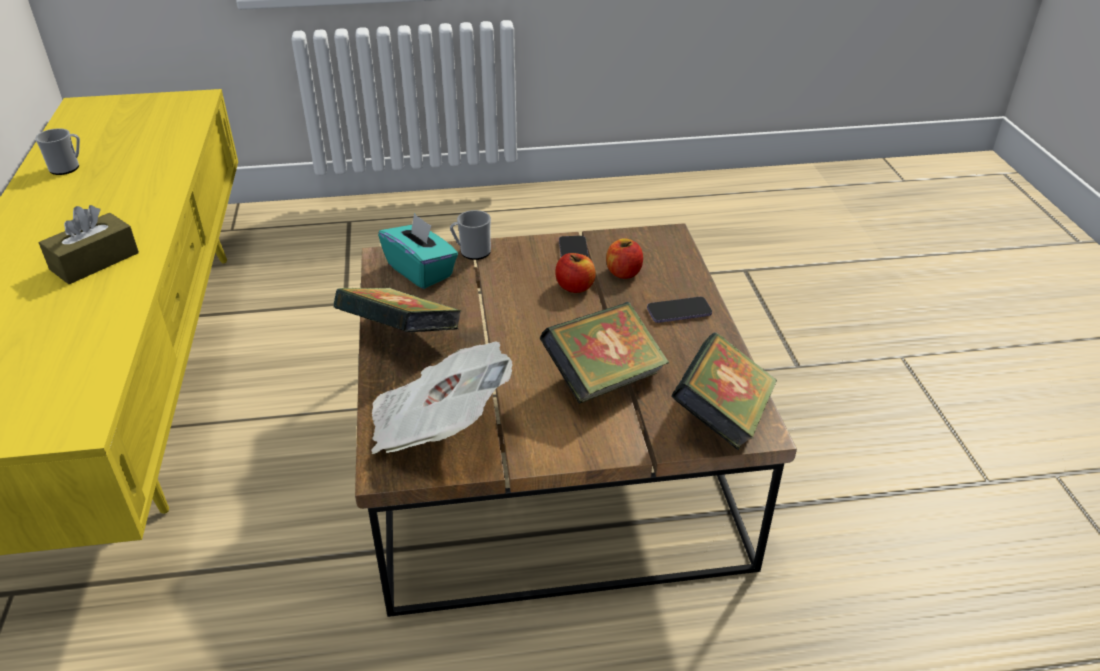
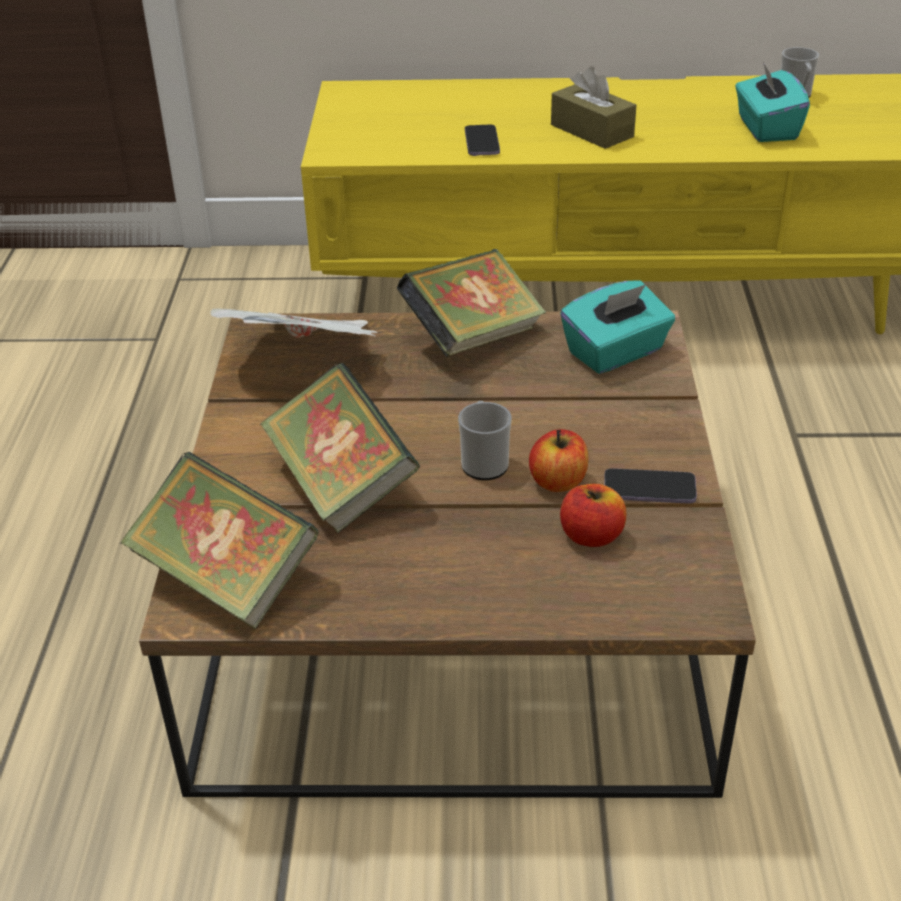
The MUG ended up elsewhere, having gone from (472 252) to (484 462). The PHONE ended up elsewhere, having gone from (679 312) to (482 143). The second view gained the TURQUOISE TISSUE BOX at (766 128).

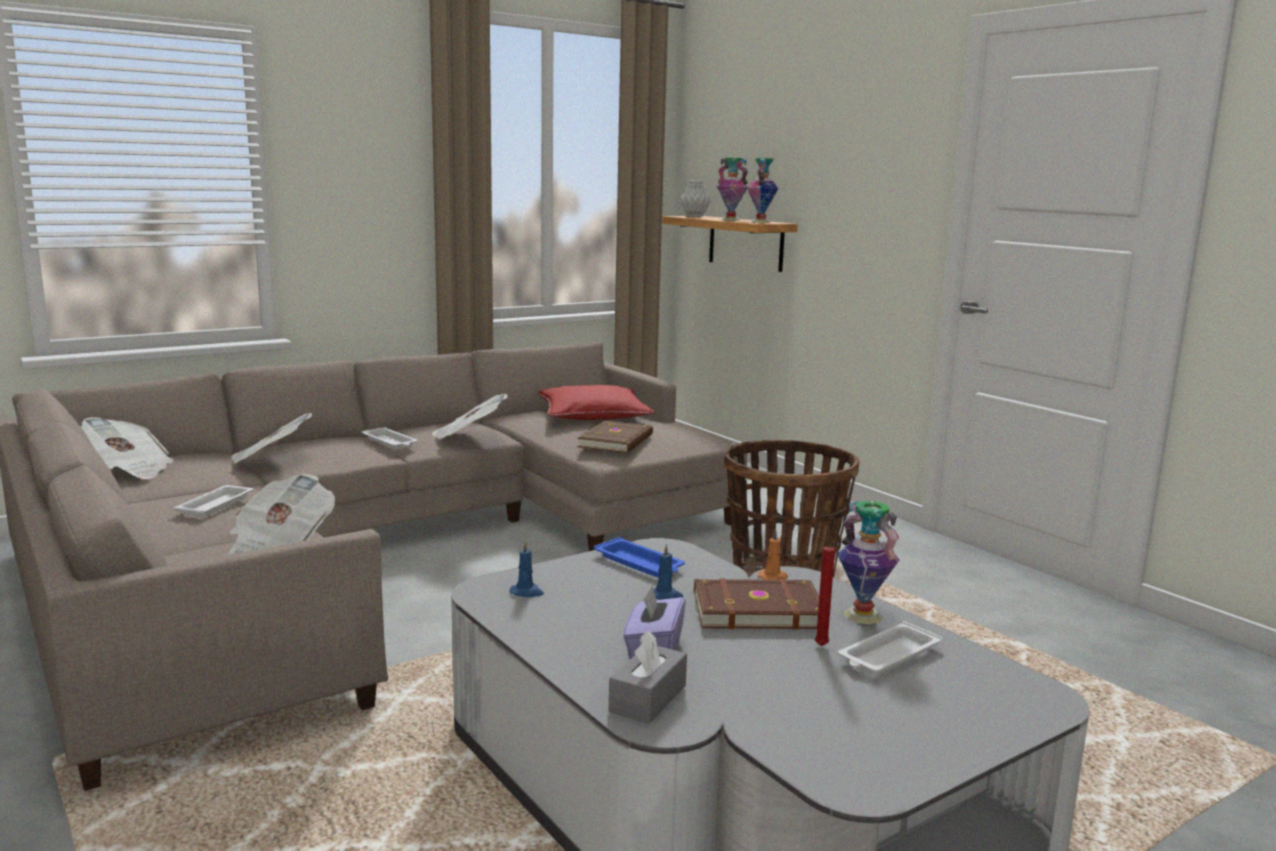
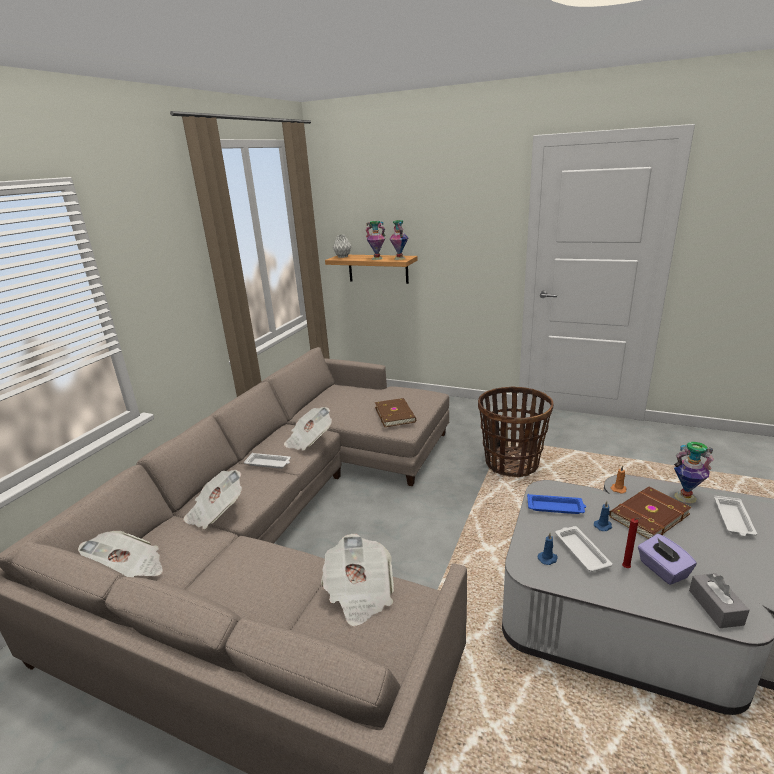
The second view lost the RED PILLOW at (593 414). The WHITE TRAY ended up elsewhere, having gone from (216 505) to (581 551). The RED CANDLE ended up elsewhere, having gone from (821 647) to (627 568).

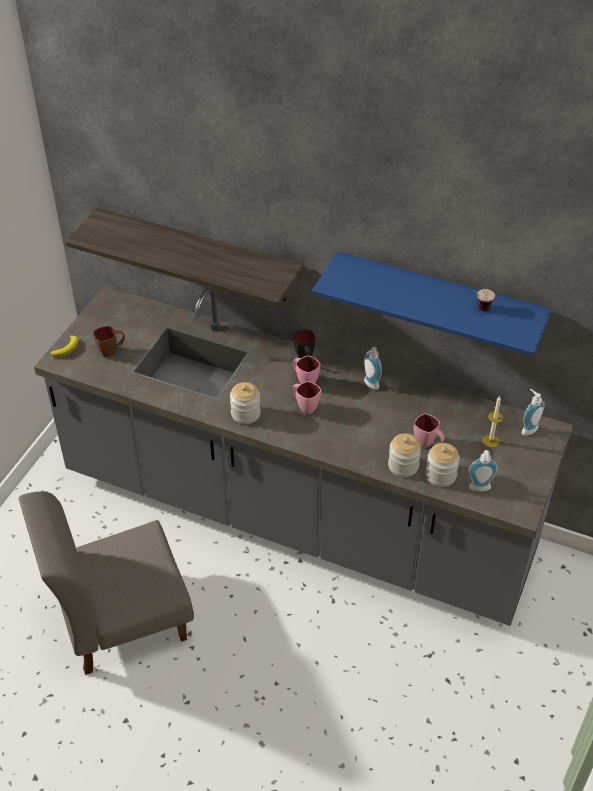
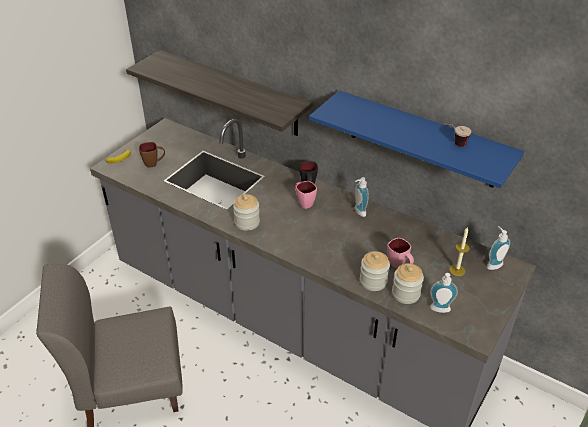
The second view lost the PINK MUG at (304 406).

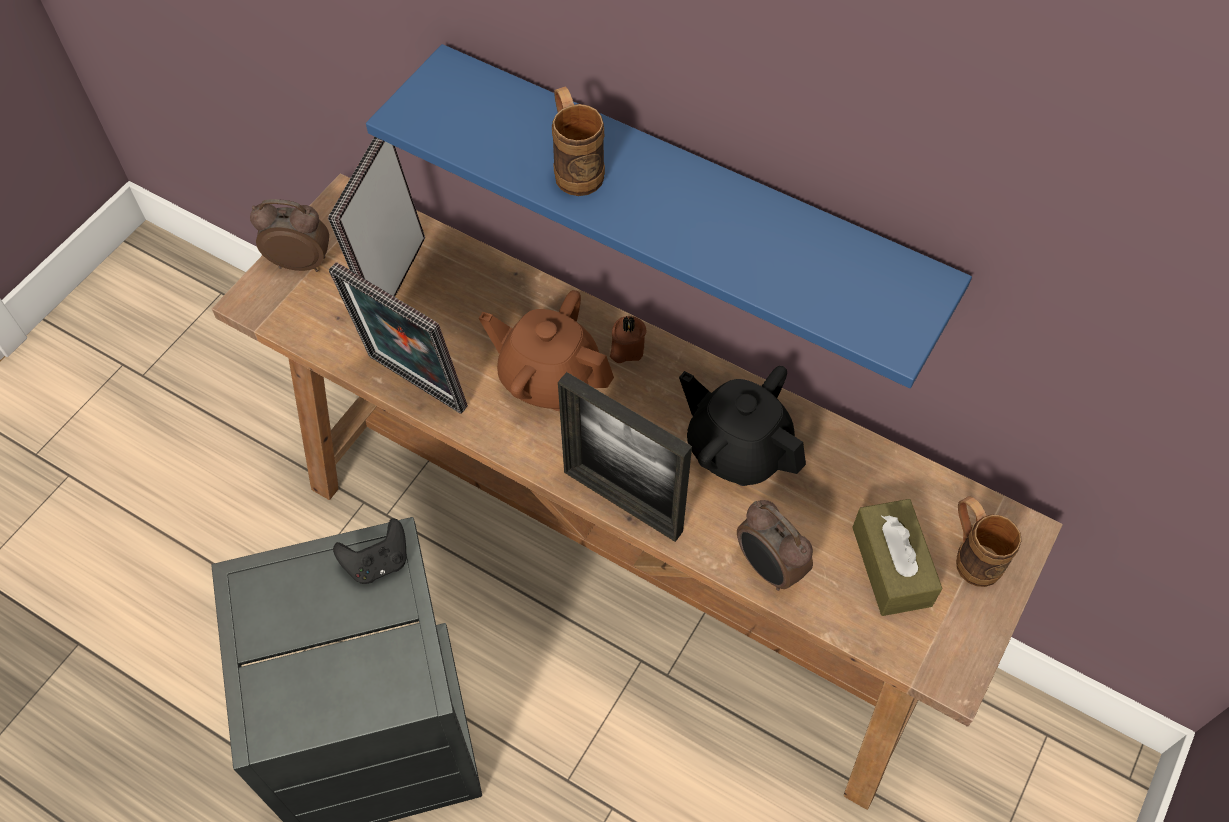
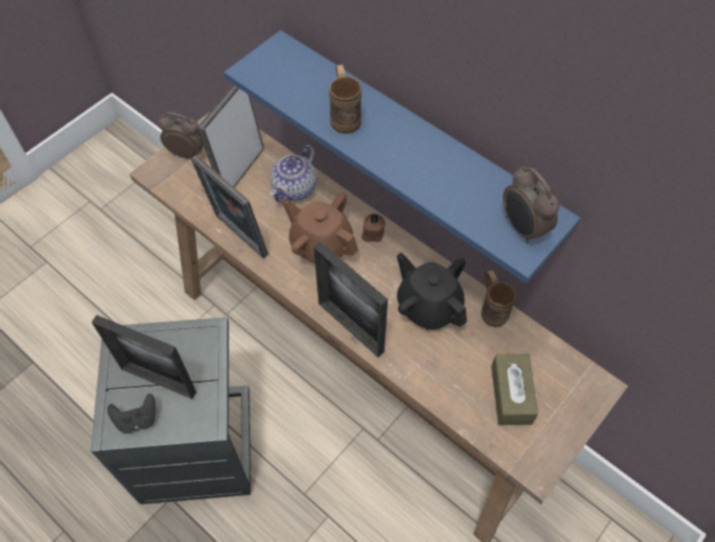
The BROWN MUG ended up elsewhere, having gone from (971 556) to (491 308). The ALARM CLOCK ended up elsewhere, having gone from (768 568) to (522 228). The BLACK GAME CONTROLLER ended up elsewhere, having gone from (377 563) to (137 419). The second view gained the TEAPOT at (295 189). The second view gained the PICTURE FRAME at (158 380).

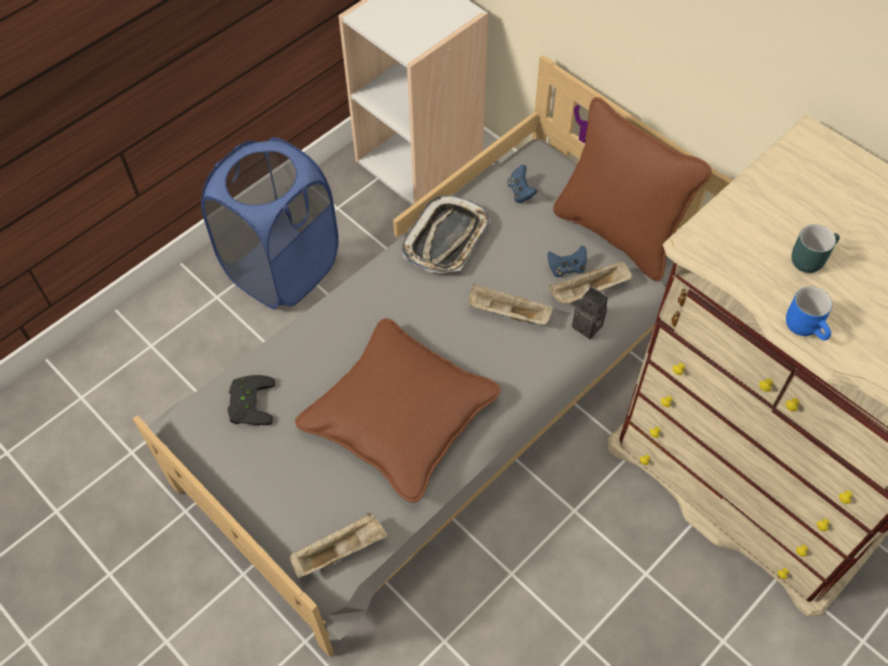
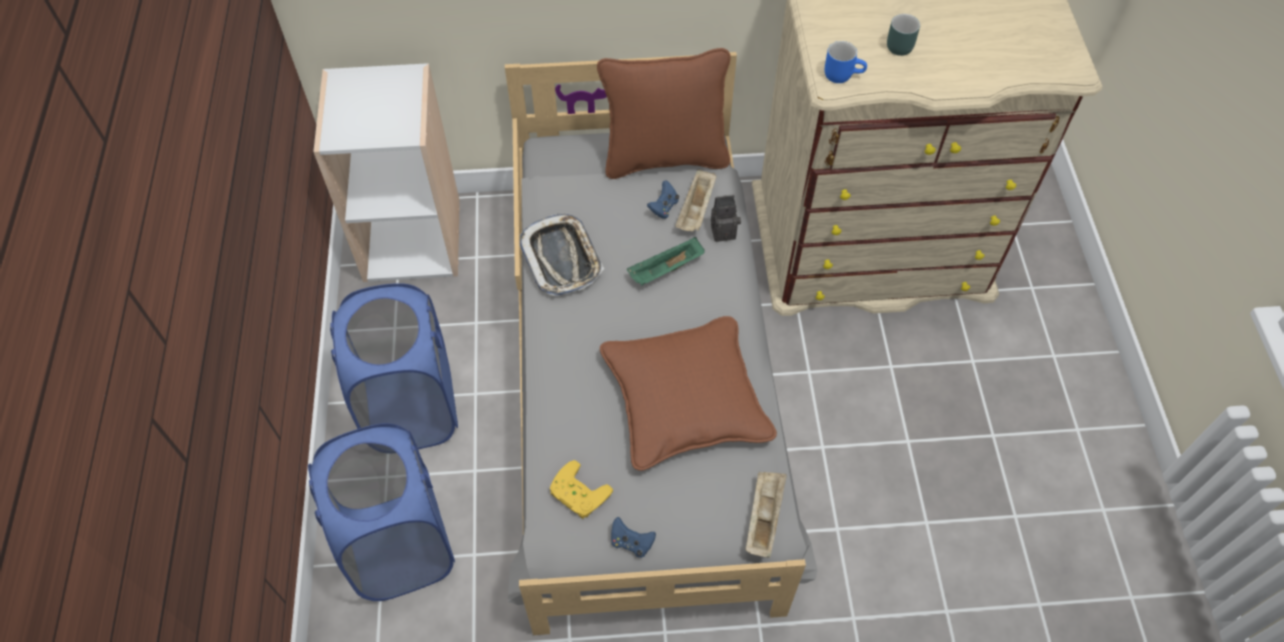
The BLUE GAME CONTROLLER ended up elsewhere, having gone from (520 192) to (631 543). What was the BEIGE TRAY at (507 313) turned into the GREEN TRAY at (665 270). The BLUE MUG ended up elsewhere, having gone from (807 327) to (842 74). What was the BLACK GAME CONTROLLER at (248 403) turned into the YELLOW GAME CONTROLLER at (576 494). The second view gained the BLUE LAUNDRY BASKET at (400 545).

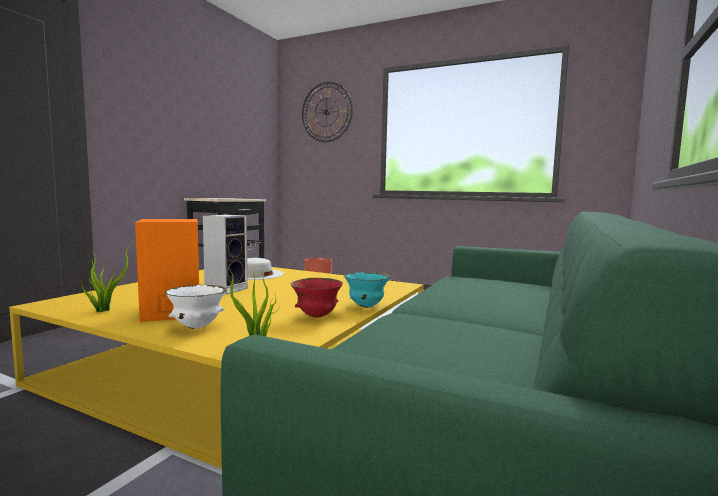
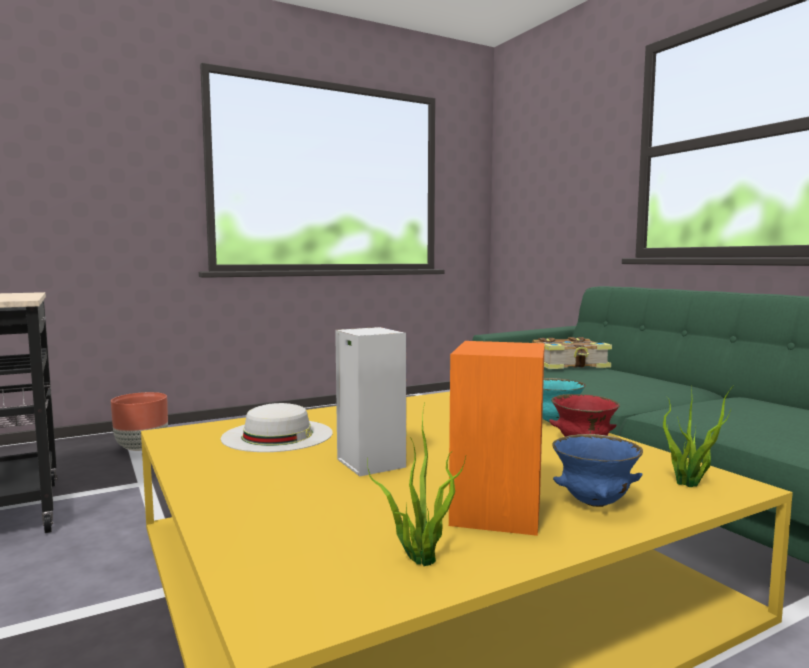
The second view lost the WALL CLOCK at (326 112). What was the WHITE BOWL at (197 327) turned into the BLUE BOWL at (595 503). The second view gained the BOOK at (570 365).

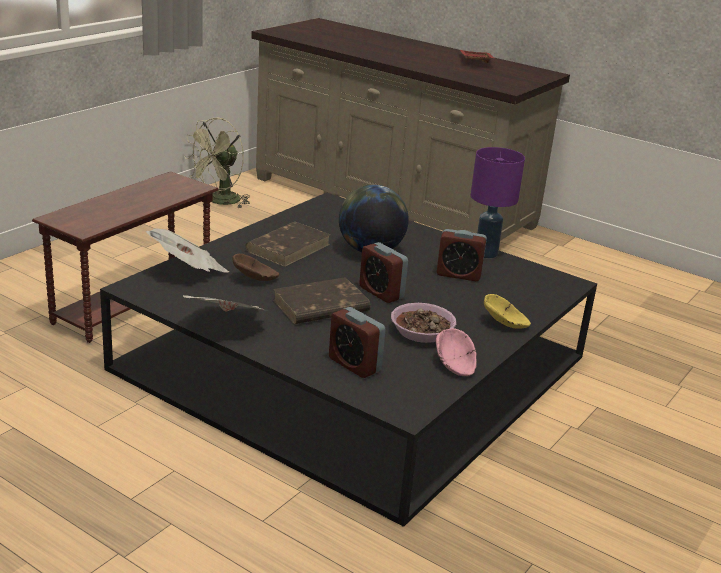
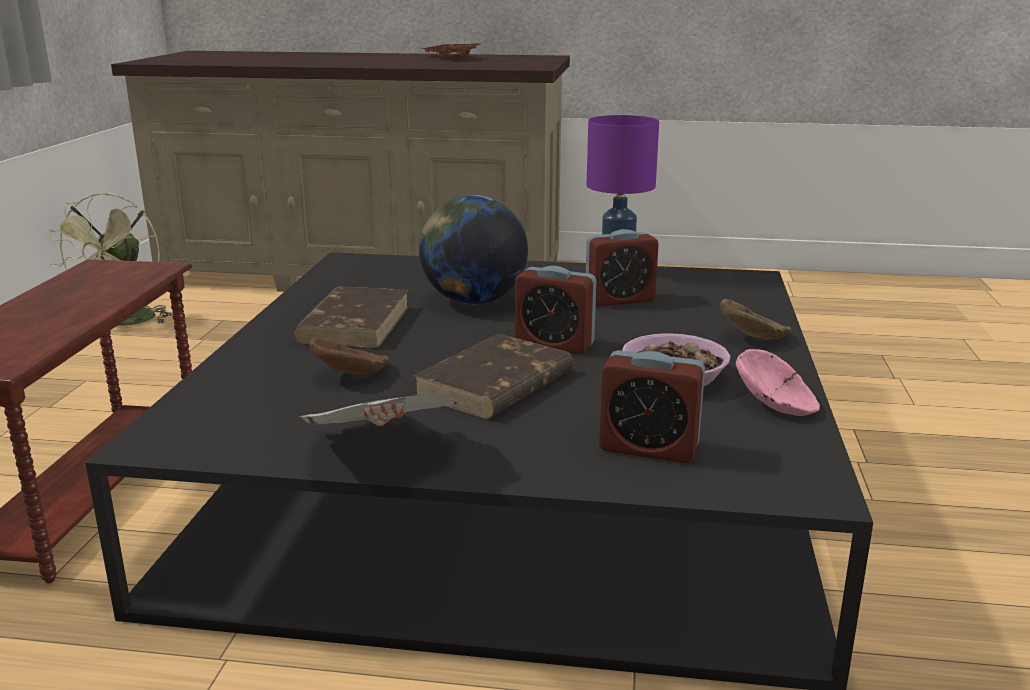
The second view lost the NEWSPAPER at (188 270). What was the YELLOW BOWL at (506 324) turned into the BROWN BOWL at (756 338).

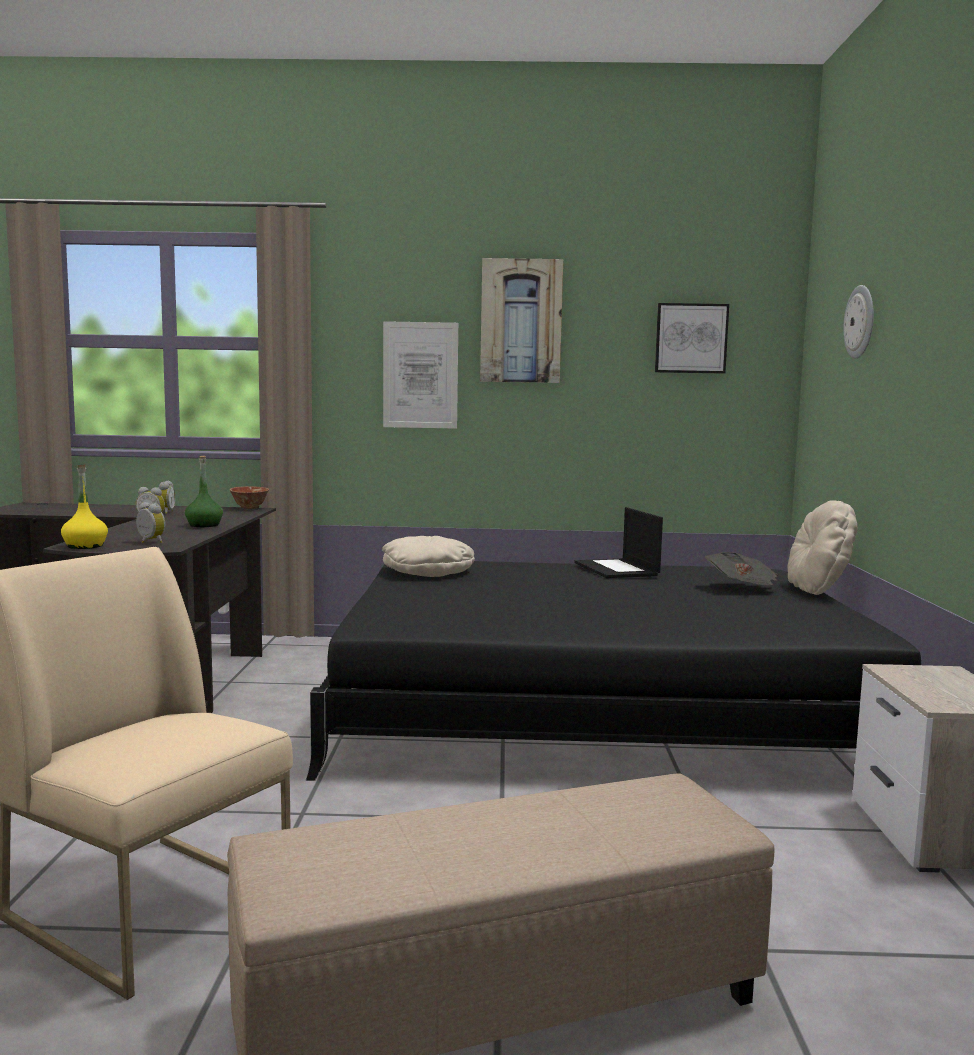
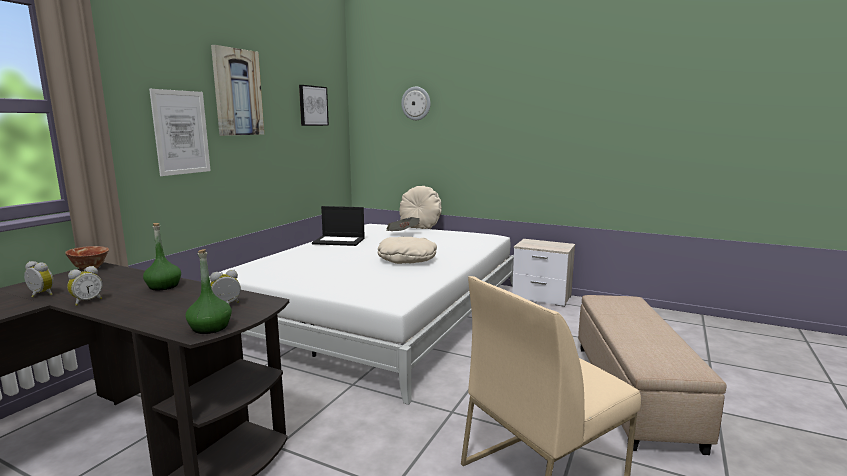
What was the YELLOW BOTTLE at (85 546) turned into the GREEN BOTTLE at (210 328). The BEIGE PILLOW ended up elsewhere, having gone from (429 571) to (407 259). What was the BLACK BED at (596 706) turned into the WHITE BED at (381 312).

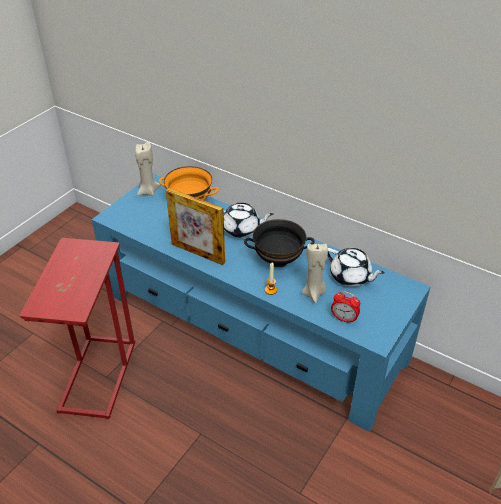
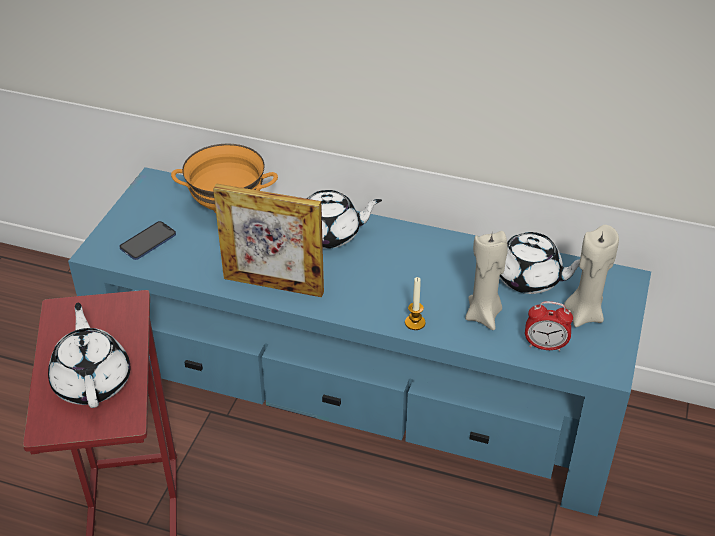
The BEIGE CANDLE ended up elsewhere, having gone from (148 191) to (584 314). The second view lost the BLACK BOWL at (278 260). The second view gained the PHONE at (148 242). The second view gained the WHITE TEAPOT at (93 381).

